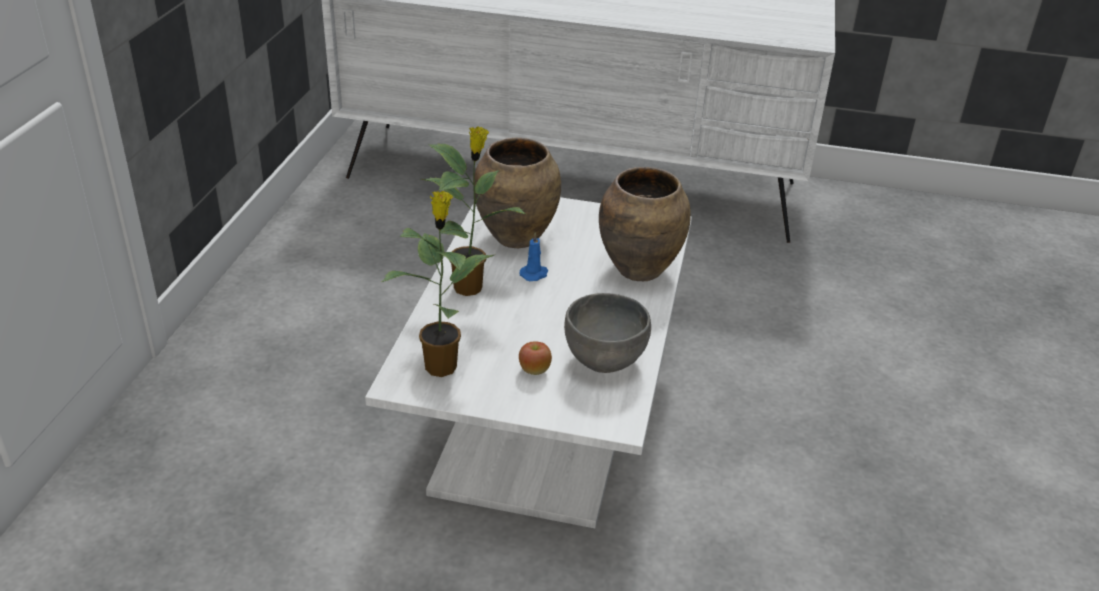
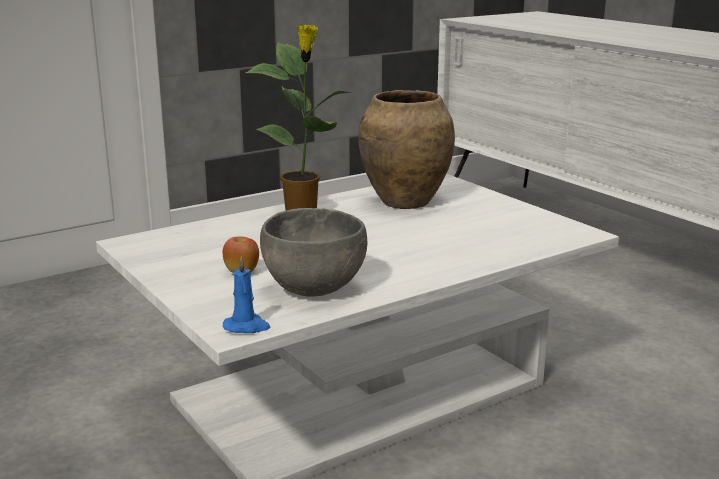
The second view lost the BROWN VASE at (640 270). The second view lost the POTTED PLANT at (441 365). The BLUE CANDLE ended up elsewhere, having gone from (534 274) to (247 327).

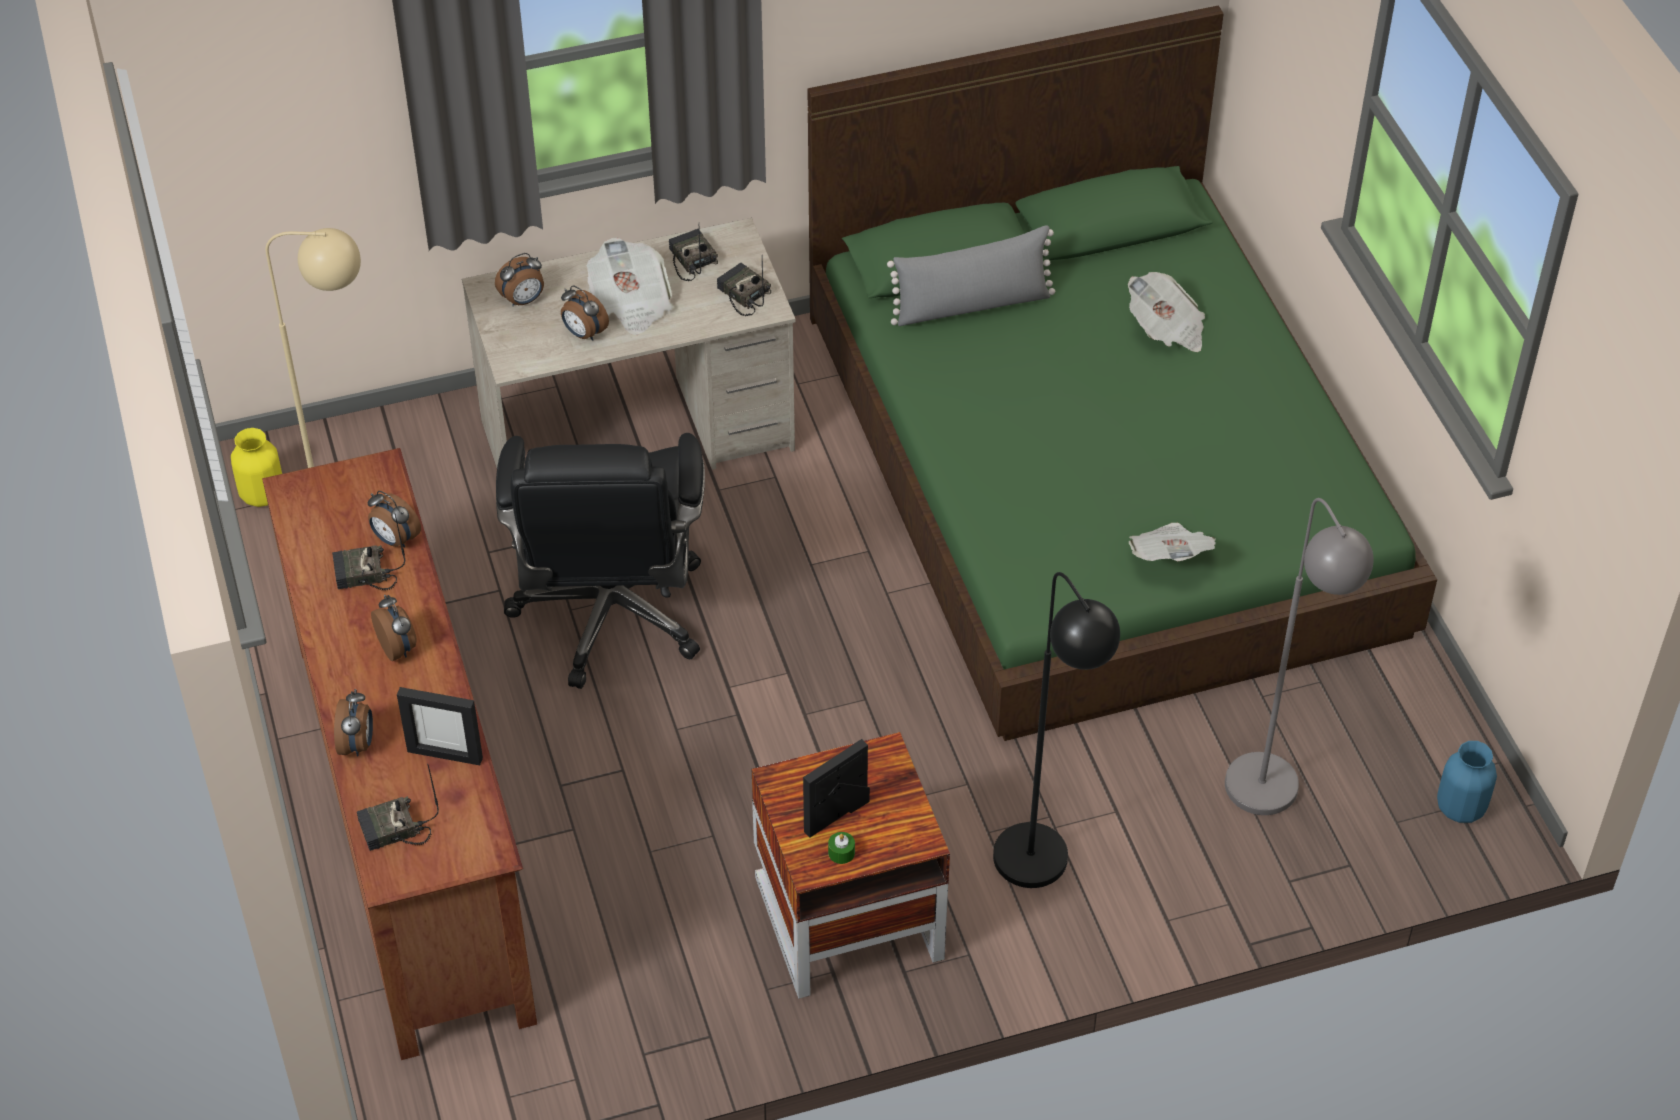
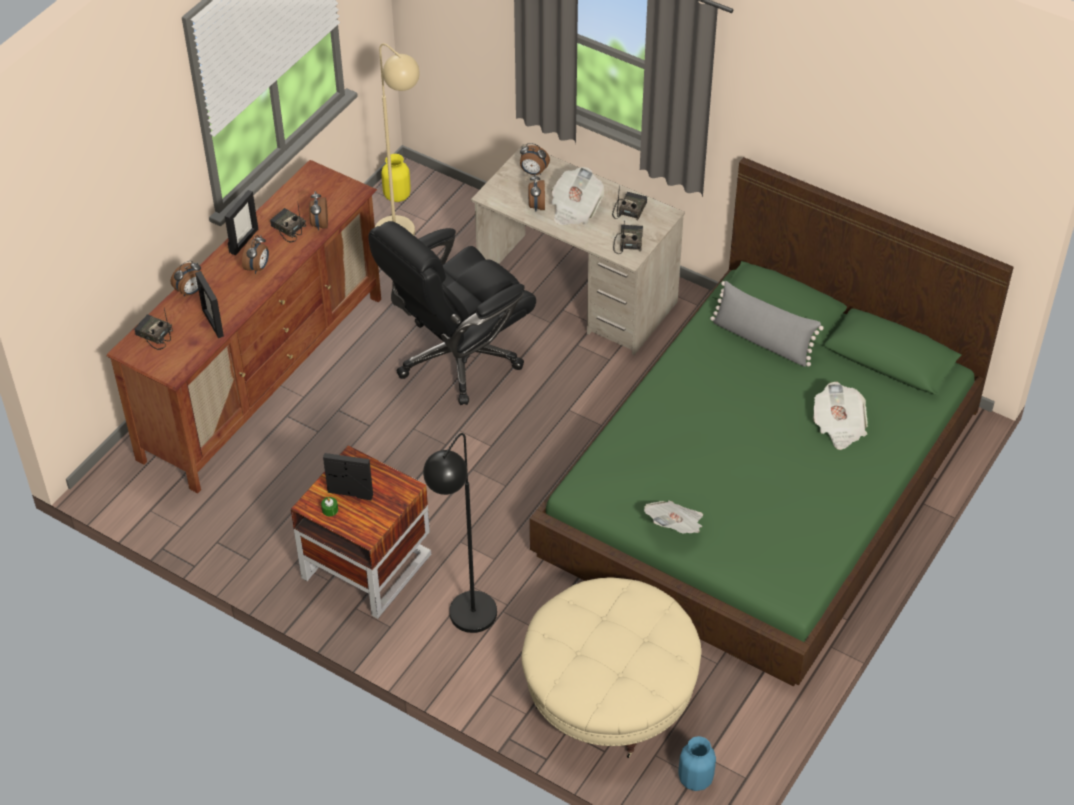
Where the GREY FLOOR LAMP stood at (1270 804), the BEIGE OTTOMAN came to stand at (610 692). The second view gained the PICTURE FRAME at (243 241).

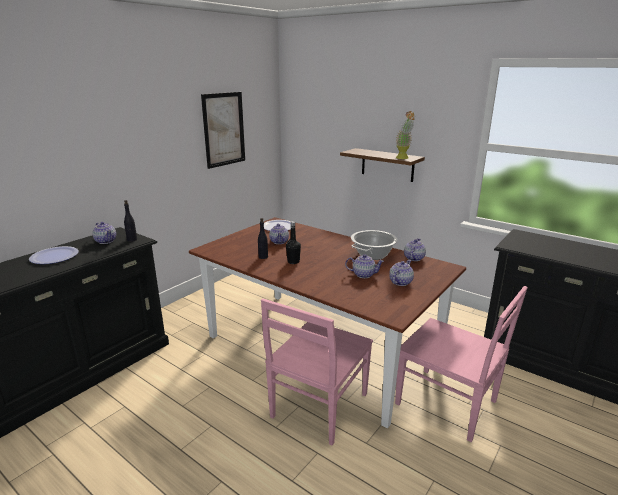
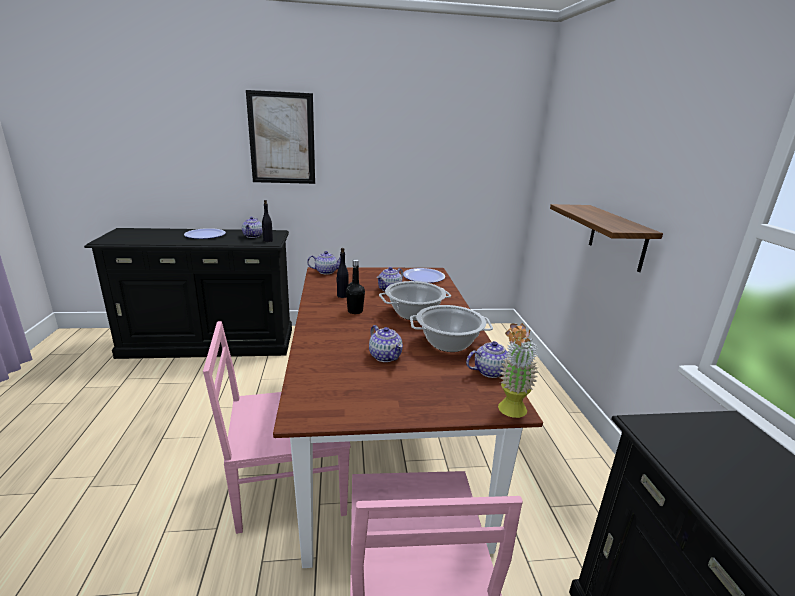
The PICTURE ended up elsewhere, having gone from (224 129) to (282 138). The POTTED PLANT ended up elsewhere, having gone from (403 158) to (510 413). The TEAPOT ended up elsewhere, having gone from (400 282) to (326 271). The second view gained the COOKING POT at (414 314).

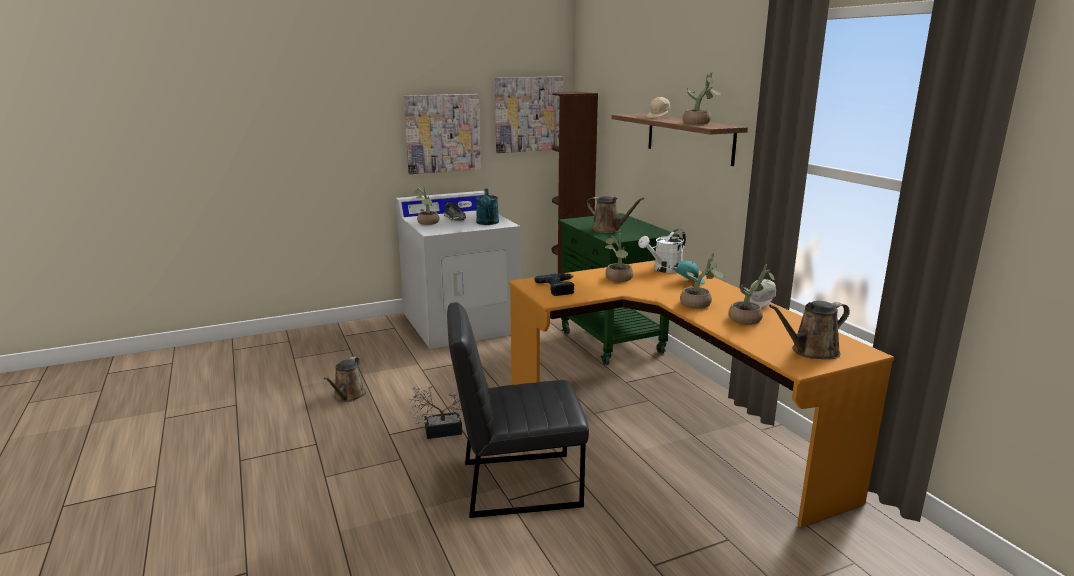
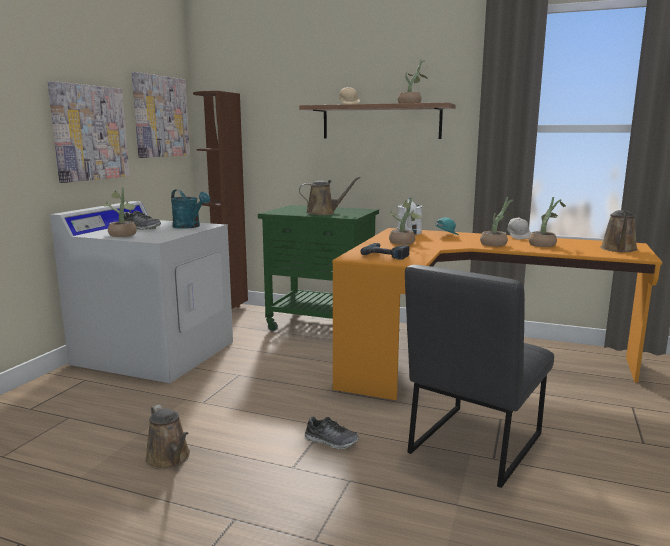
Where the POTTED PLANT stood at (438 431), the SHOE came to stand at (331 441).

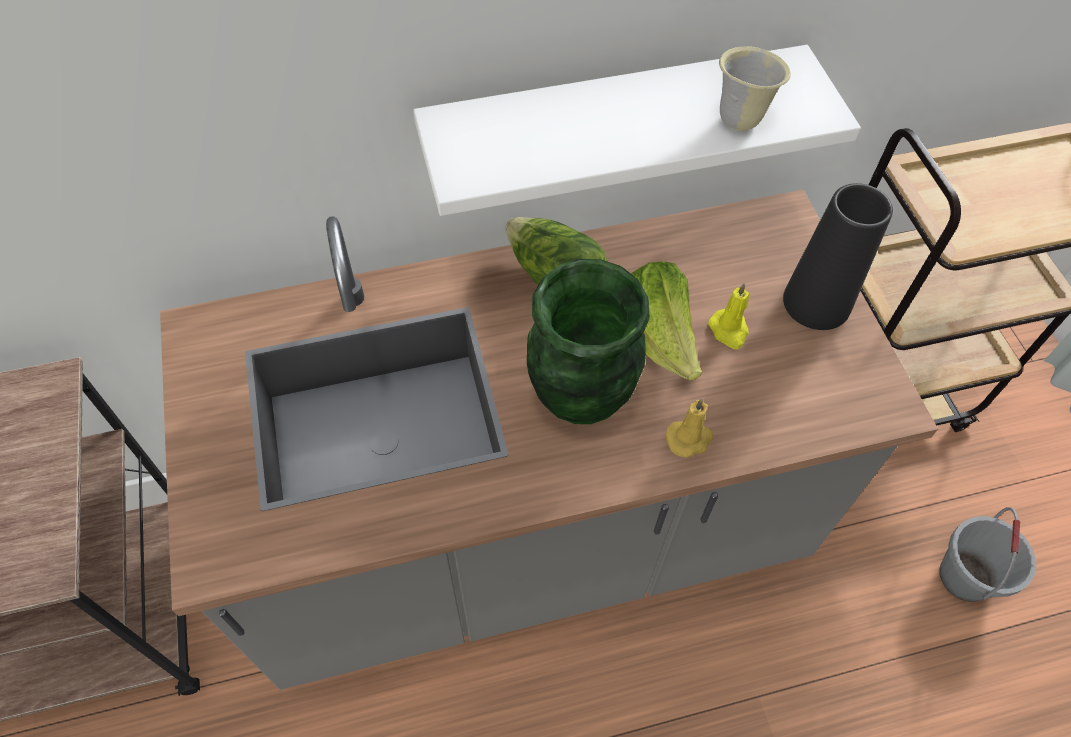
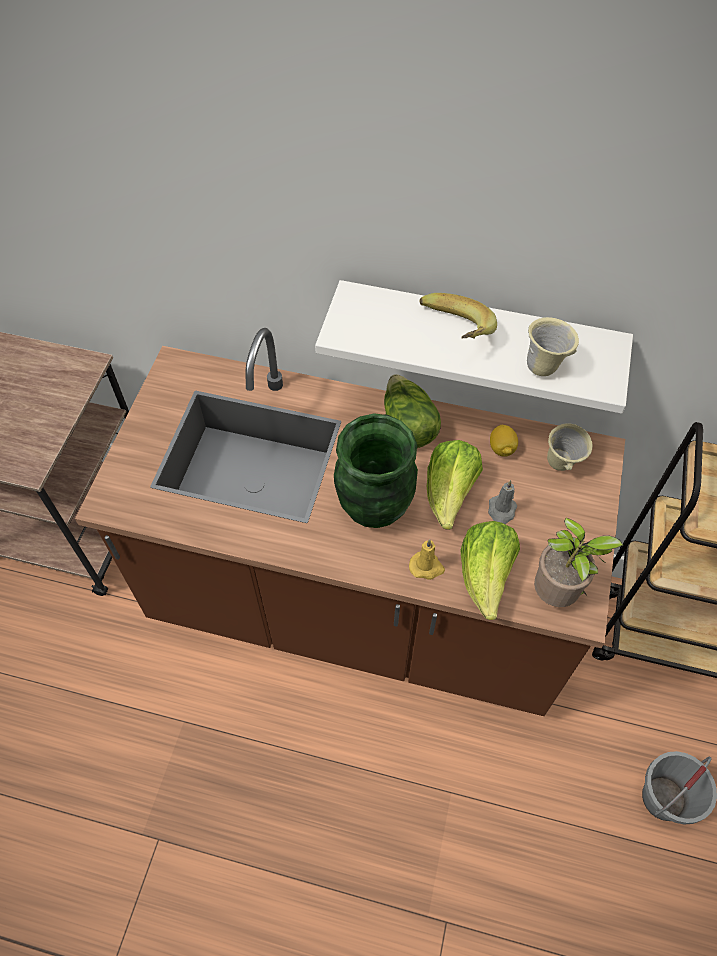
The second view lost the BLACK VASE at (816 302). What was the GREY COUNTER at (531 536) turned into the BROWN COUNTER at (358 605). What was the YELLOW CANDLE at (729 330) turned into the GREY CANDLE at (501 511). The second view gained the BANANA at (452 334). The second view gained the BEIGE MUG at (561 465). The second view gained the LEMON at (501 448). The second view gained the POTTED PLANT at (557 595). The second view gained the LETTUCE at (485 576).

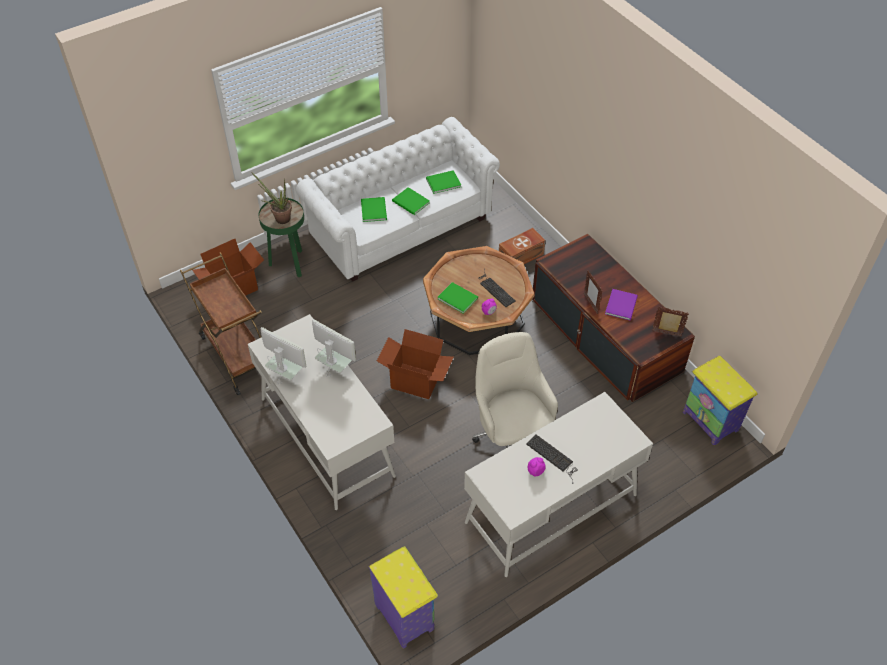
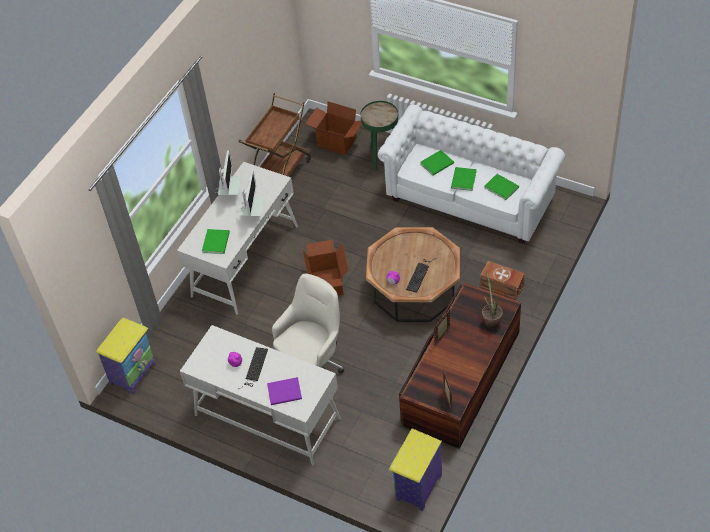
The POTTED PLANT ended up elsewhere, having gone from (279 218) to (491 320). The GREEN BOOK ended up elsewhere, having gone from (457 297) to (217 241). The PURPLE BOOK ended up elsewhere, having gone from (622 305) to (285 392).

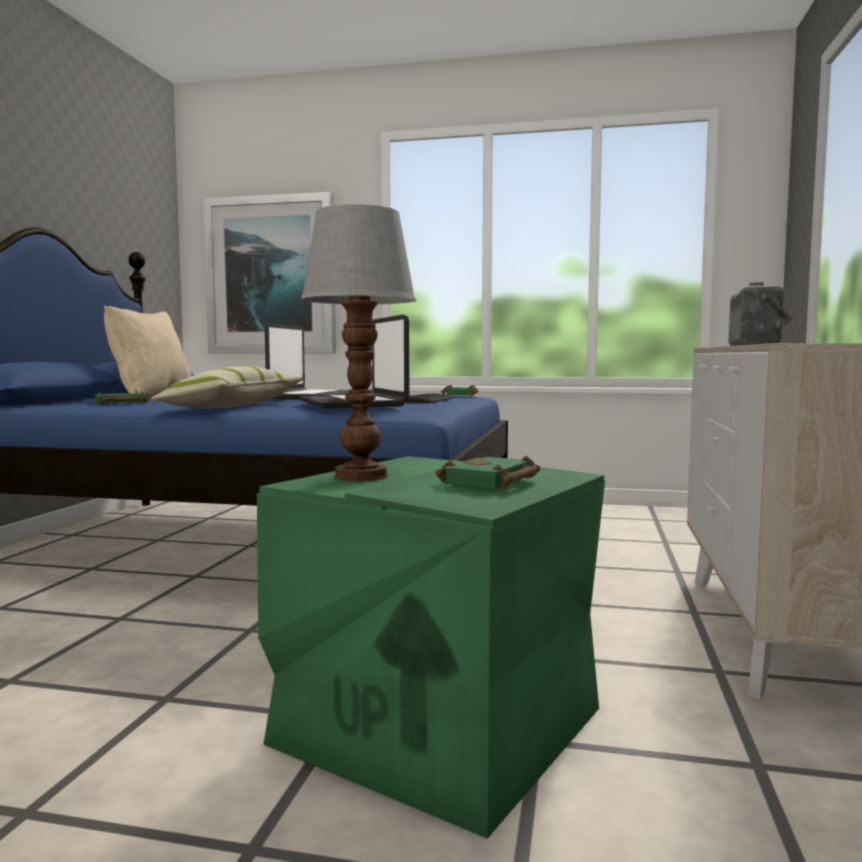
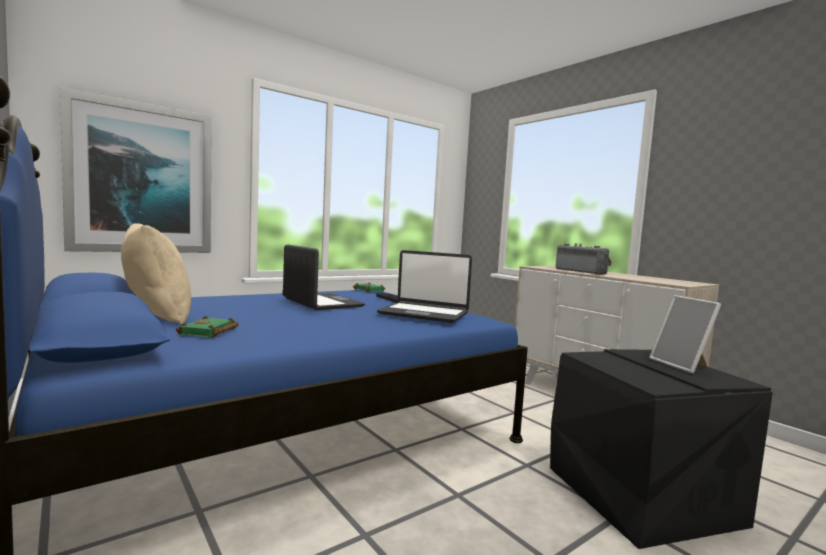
The second view lost the TABLE LAMP at (359 476). The second view lost the PILLOW at (234 407). Where the GREEN BOOK stood at (491 481), the PICTURE FRAME came to stand at (682 365). What was the GREEN STORAGE BOX at (434 725) turned into the BLACK STORAGE BOX at (641 496).

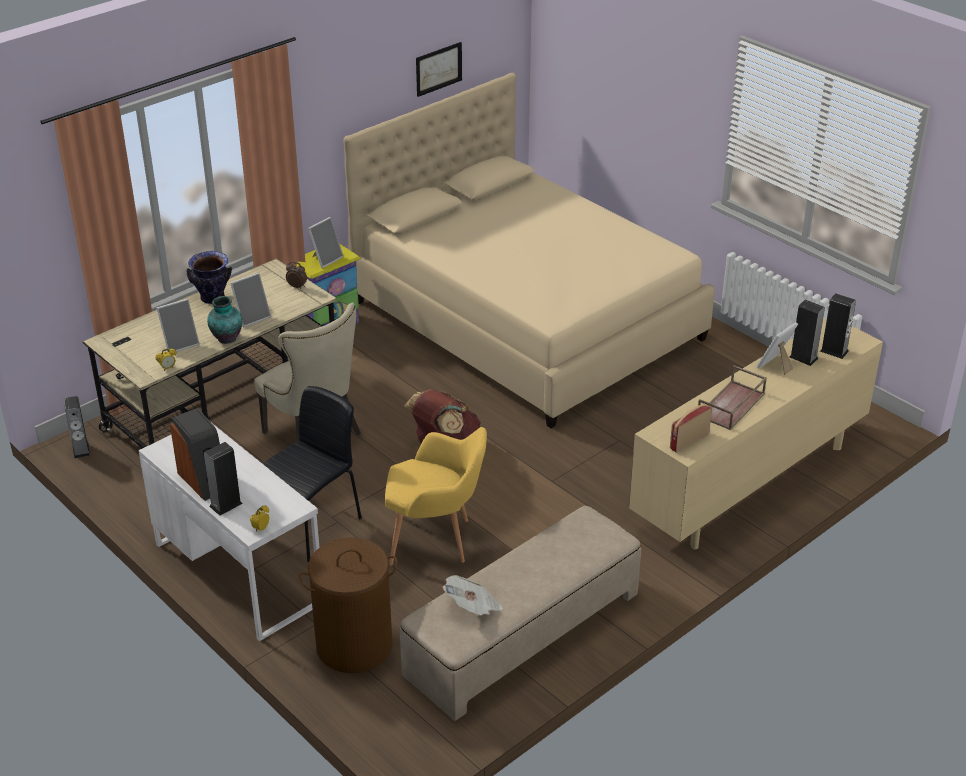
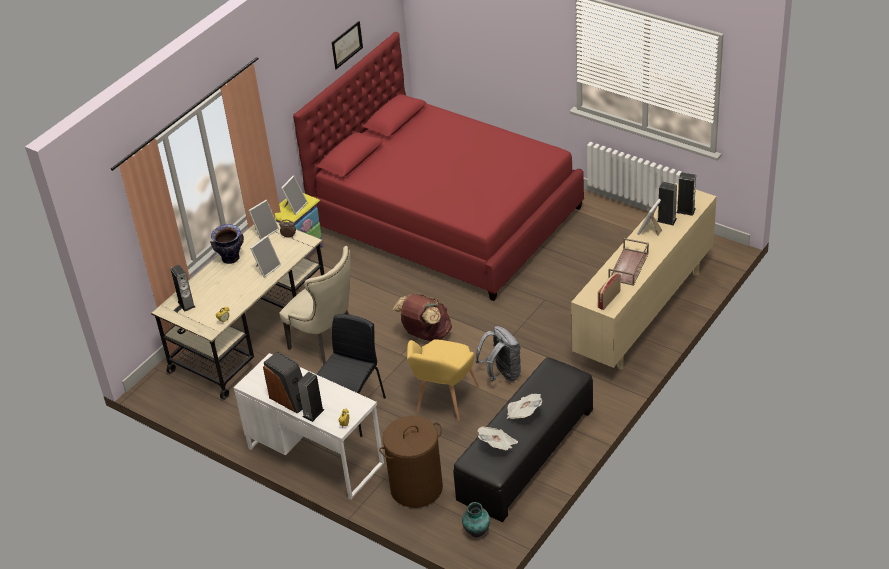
What was the BEIGE BED at (527 319) turned into the RED BED at (446 218). The VASE ended up elsewhere, having gone from (226 339) to (476 532). The PICTURE FRAME ended up elsewhere, having gone from (180 344) to (265 231). The SPEAKER ended up elsewhere, having gone from (81 450) to (186 304). The YELLOW ARMCHAIR at (436 541) ended up facing another way, 120 degrees clockwise from before. What was the BEIGE BENCH at (523 634) turned into the BLACK BENCH at (526 454). The second view gained the GREY BACKPACK at (502 374). The second view gained the NEWSPAPER at (523 413).

